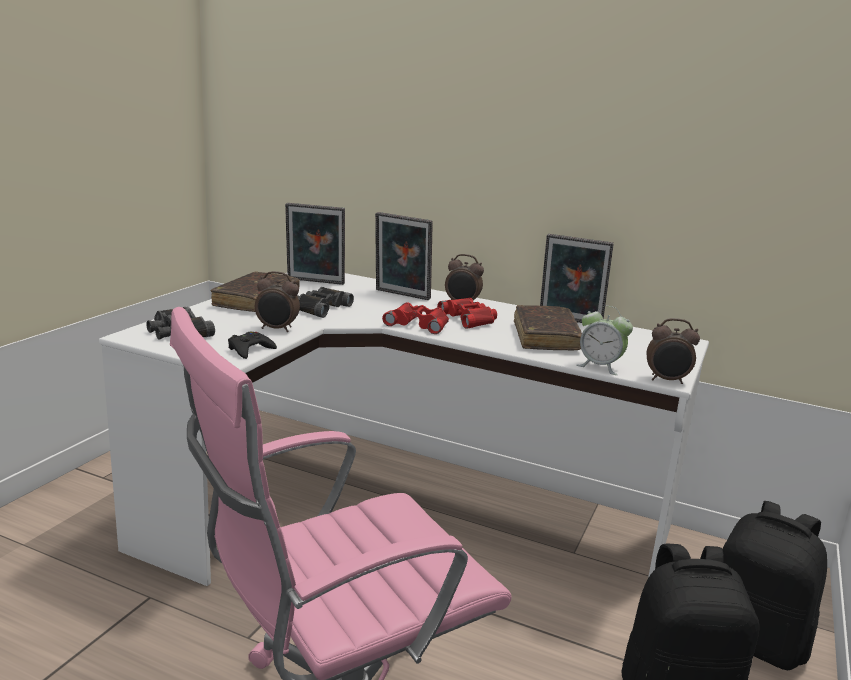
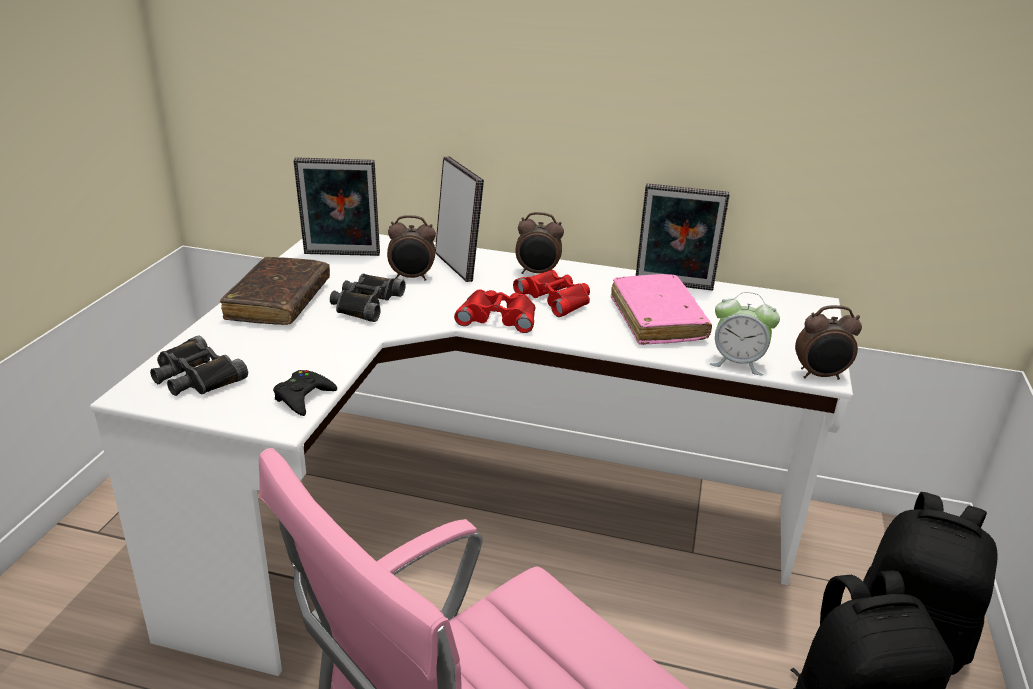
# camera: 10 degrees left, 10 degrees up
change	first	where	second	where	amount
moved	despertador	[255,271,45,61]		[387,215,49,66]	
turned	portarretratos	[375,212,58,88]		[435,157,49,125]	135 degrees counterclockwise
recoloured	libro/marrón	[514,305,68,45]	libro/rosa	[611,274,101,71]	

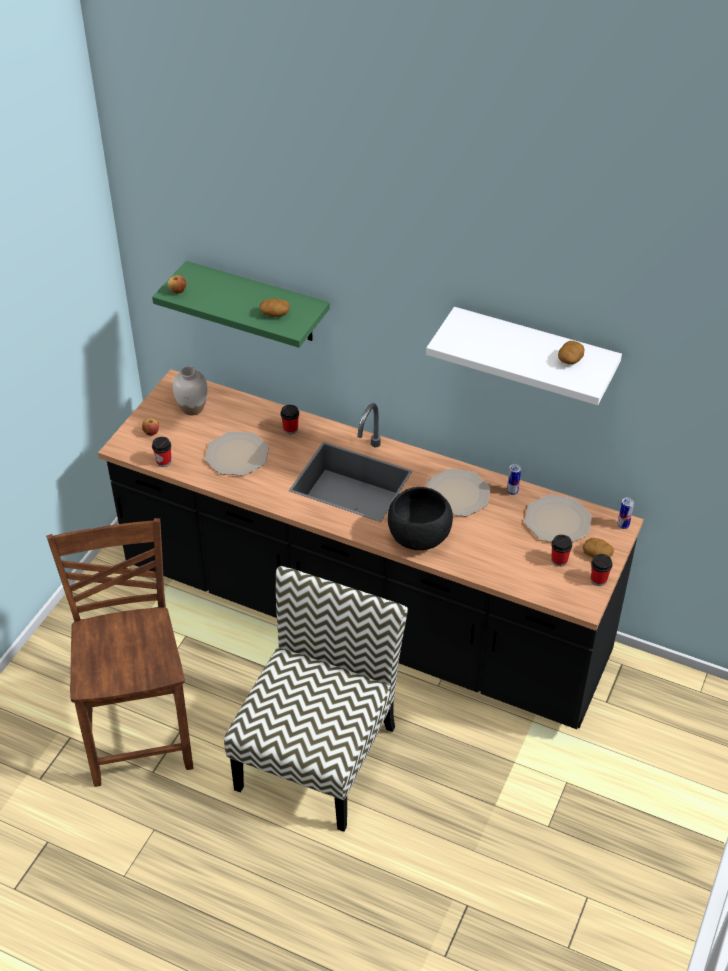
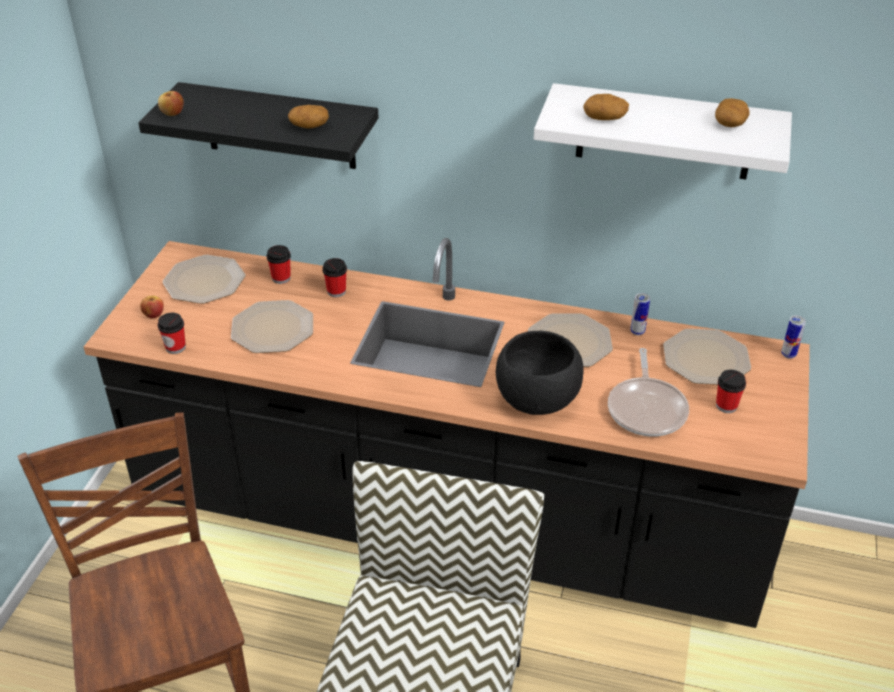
# camera: 10 degrees left, 5 degrees down
change	first	where	second	where	amount
recoloured	estante/verde	[152,261,178,87]	estante/negro	[138,82,241,87]	
replaced	florero/blanco	[173,366,35,49]	plato	[163,255,82,49]	
moved	taza	[591,554,21,32]		[267,245,24,39]	
moved	patata	[582,538,32,20]		[583,94,46,26]	
added			sartén	[608,348,81,89]	

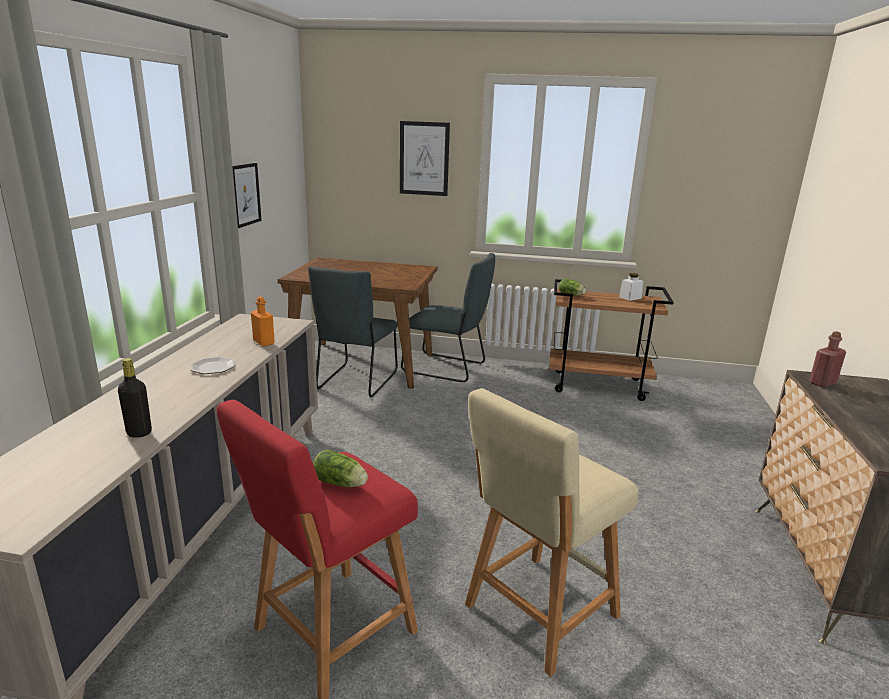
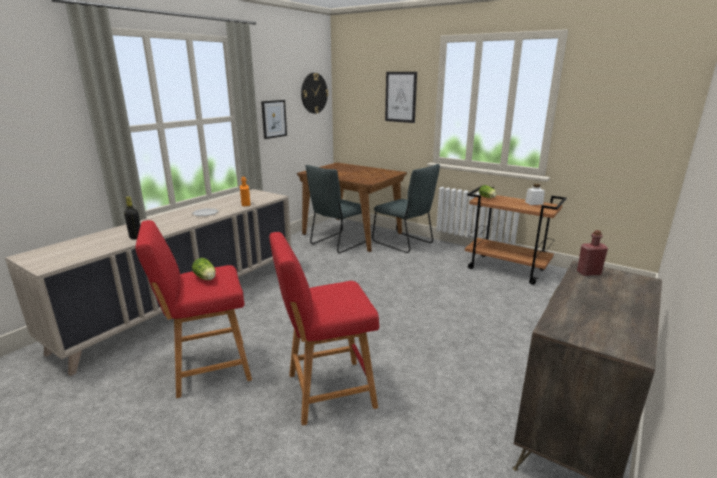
# camera: 25 degrees right, 0 degrees up
change	first	where	second	where	amount
recoloured	taburete/beis	[465,388,174,289]	taburete/rojo	[269,232,110,194]	
added			reloj de pared	[301,73,27,41]	

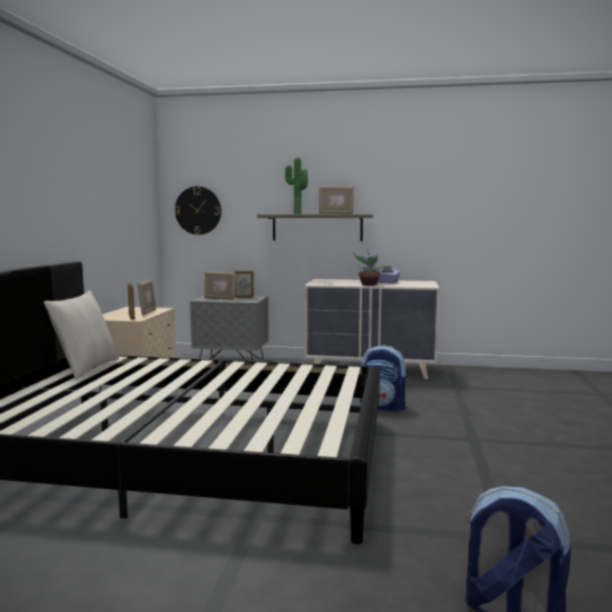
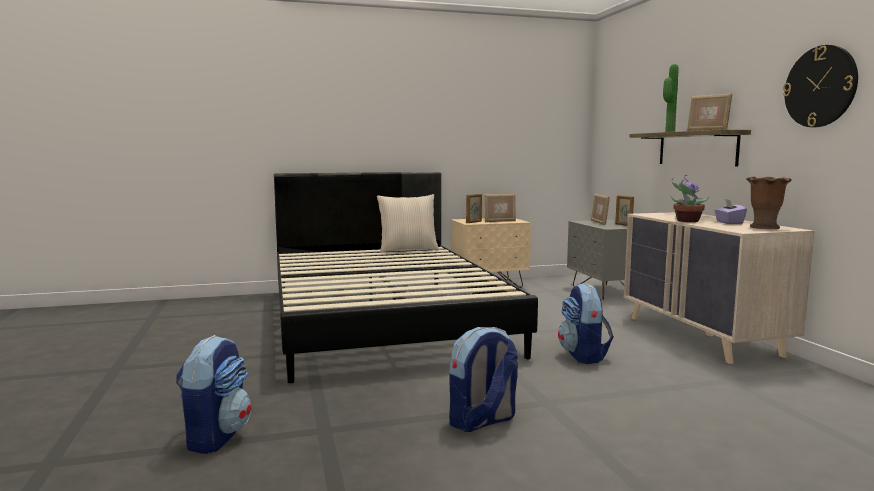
# camera: 65 degrees right, 0 degrees up
change	first	where	second	where	amount
added			mochila	[449,327,69,105]	
added			florero/marrón	[746,176,46,53]	
moved	reloj de pared	[175,186,46,49]		[783,45,75,82]	

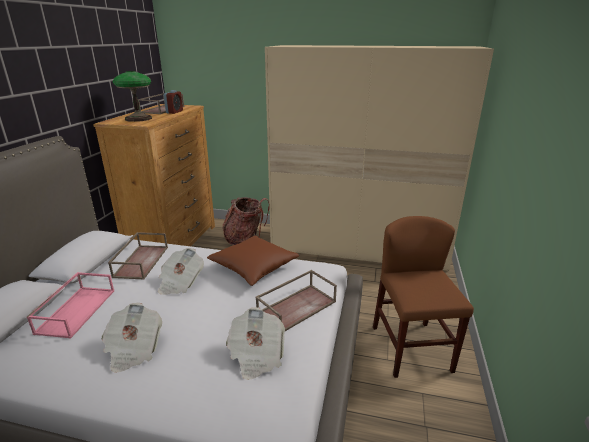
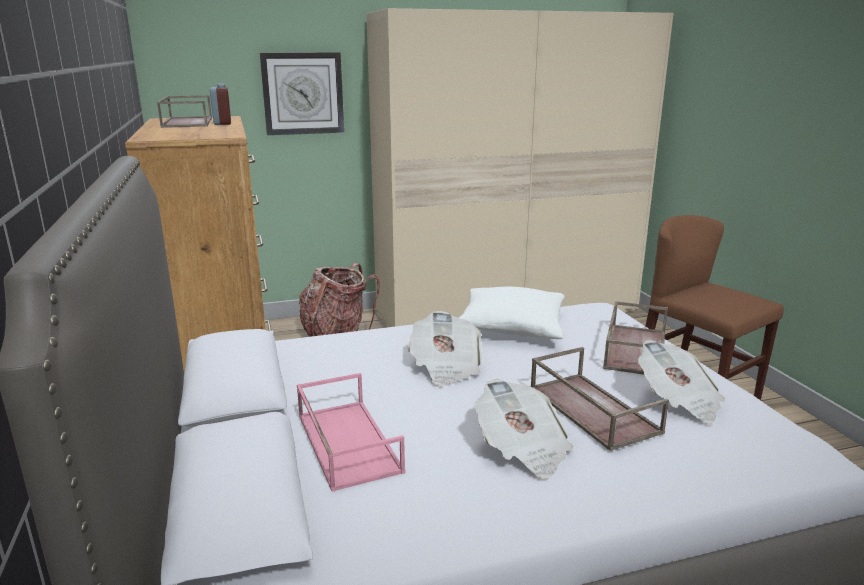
# camera: 30 degrees left, 5 degrees down
change	first	where	second	where	amount
added			reloj de pared	[260,52,84,83]	
recoloured	cojín/marrón	[207,236,92,50]	cojín/blanco	[459,287,106,52]	
moved	bandeja/marrón	[108,232,60,48]		[530,347,139,104]	
removed	lámpara de mesa	[113,71,39,51]			

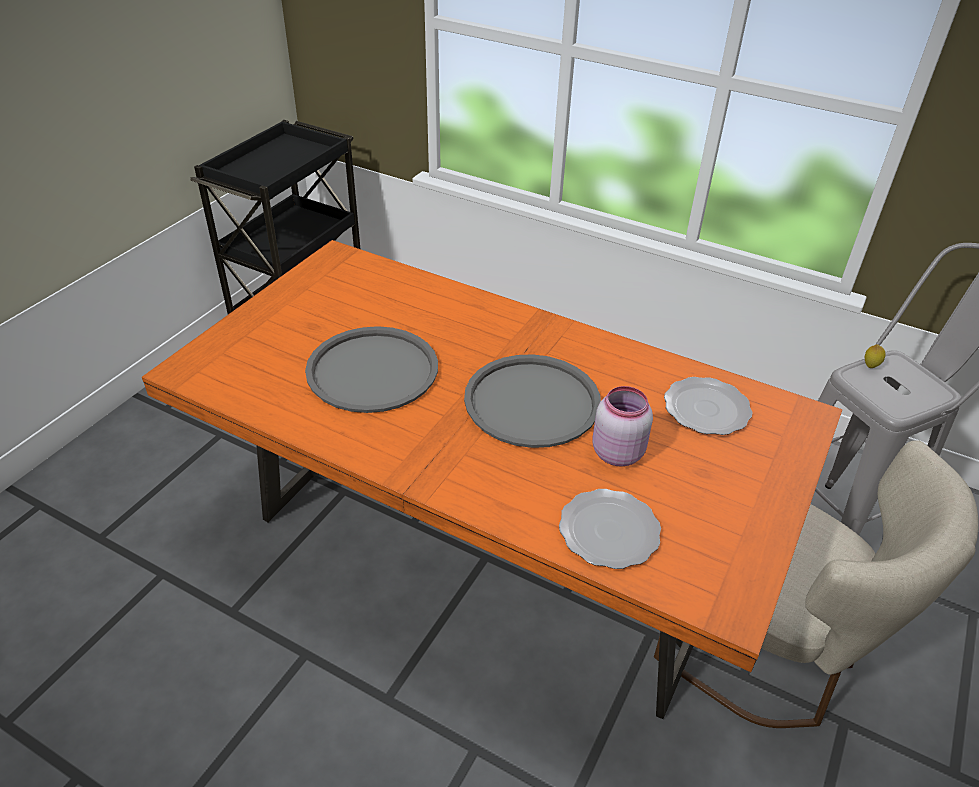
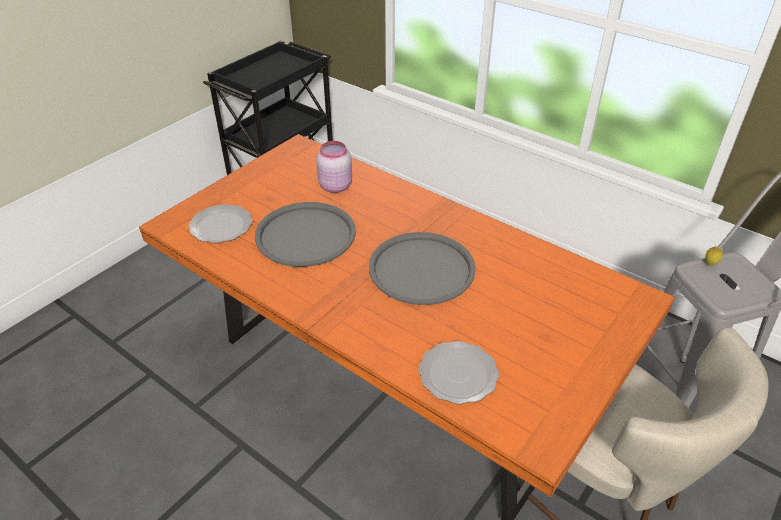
# camera: 10 degrees right, 0 degrees up
change	first	where	second	where	amount
moved	plato	[664,377,88,58]		[188,204,65,39]	
moved	tarro/rosa	[593,386,60,81]		[316,141,36,52]	

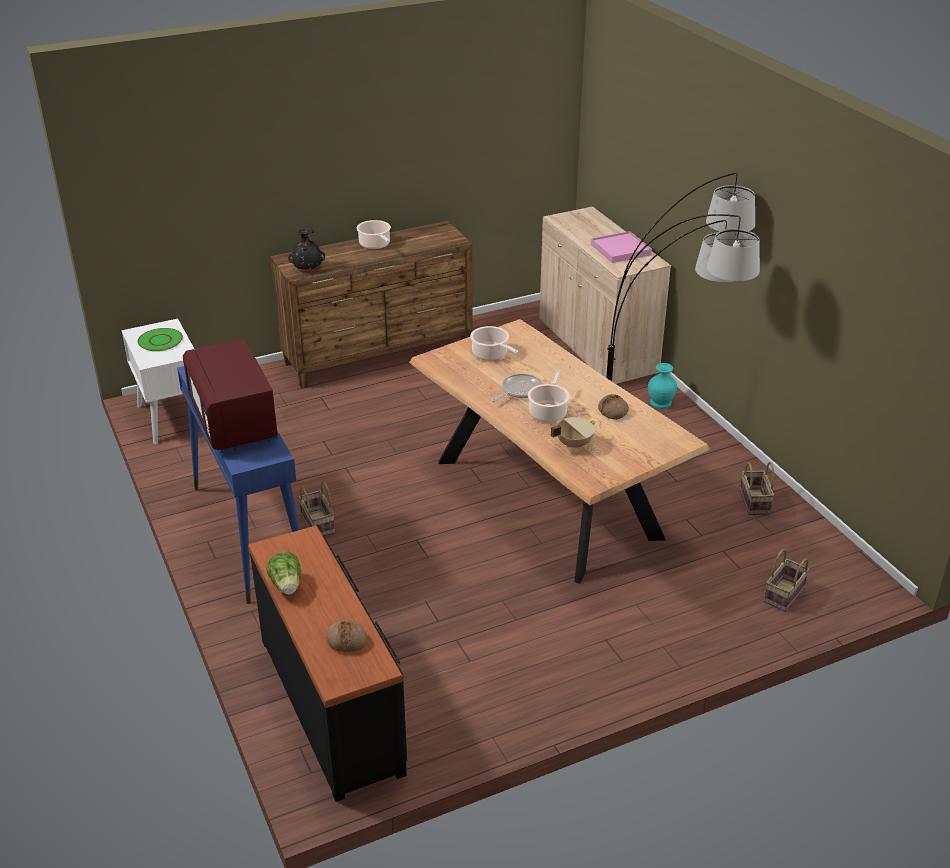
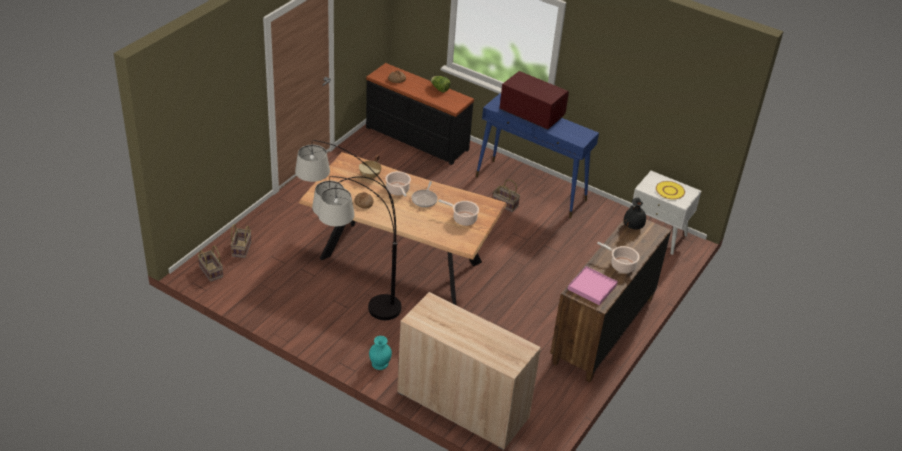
# camera: 145 degrees right, 5 degrees up
change	first	where	second	where	amount
moved	cesta	[740,462,34,53]		[198,246,25,36]	
moved	bandeja/rosa	[591,231,61,32]		[568,266,50,39]	
recoloured	plato/verde	[137,328,46,23]	plato/amarillo	[656,181,29,19]	

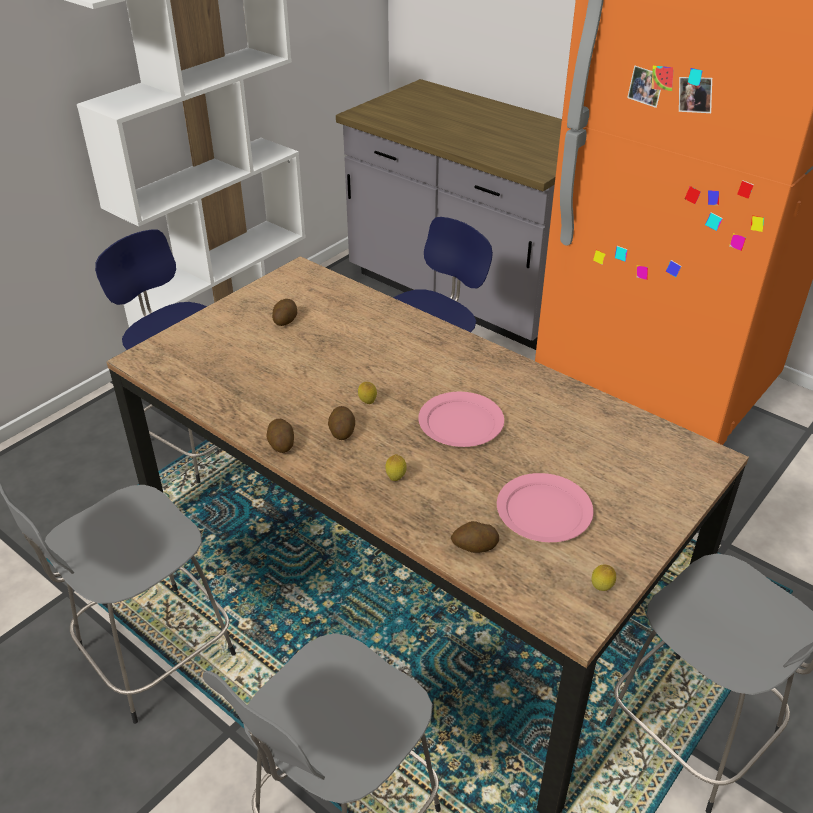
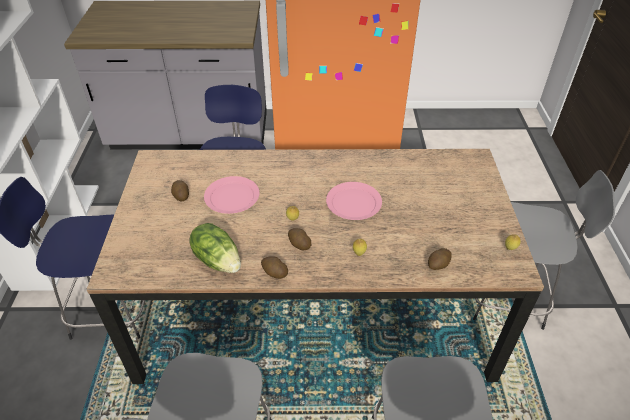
# camera: 40 degrees left, 5 degrees up
change	first	where	second	where	amount
added			lechuga	[190,223,51,50]	
moved	plato/rosa	[497,473,96,69]		[204,176,56,38]	

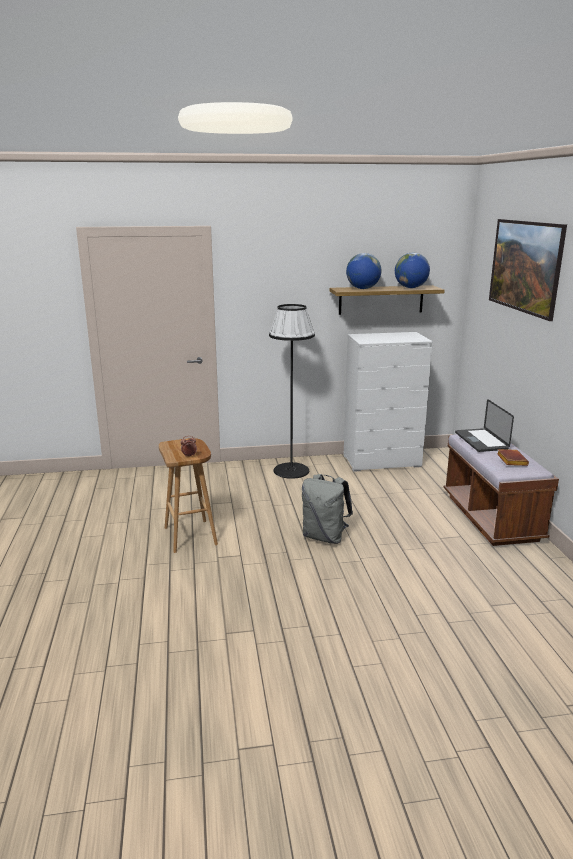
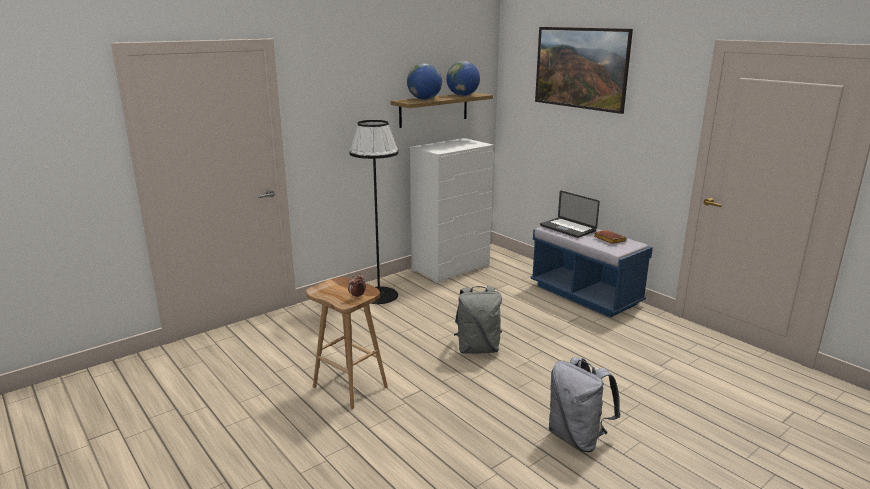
# camera: 30 degrees left, 0 degrees up
change	first	where	second	where	amount
recoloured	banco/marrón	[443,434,116,112]	banco/azul	[530,226,123,92]	
added			mochila/gris	[549,357,71,95]	

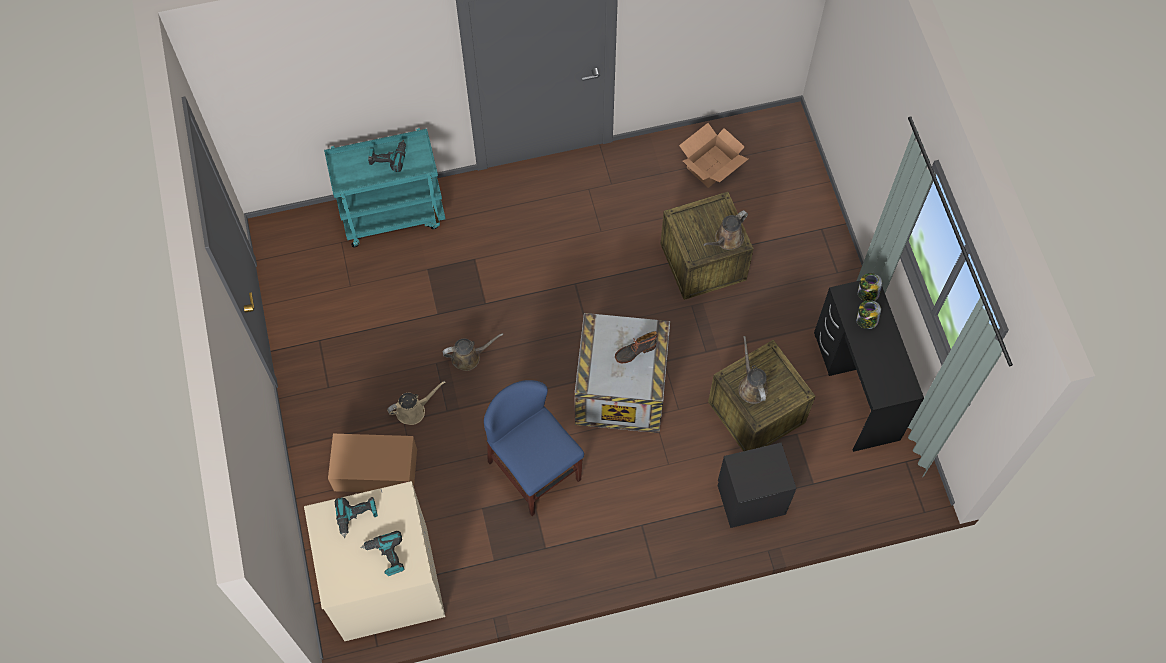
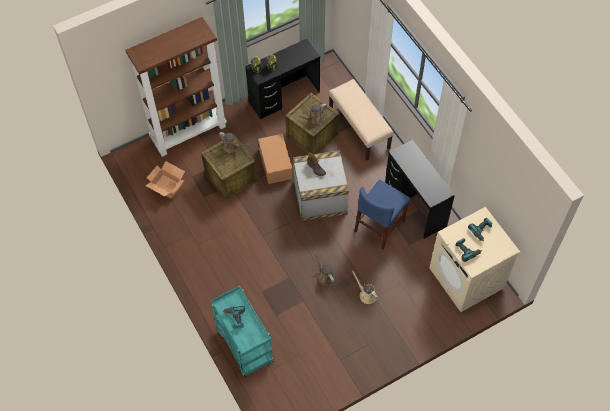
# camera: 105 degrees left, 5 degrees down
change	first	where	second	where	amount
added			estantería/marrón	[125,17,102,140]	
moved	caja de cartón	[328,434,89,58]		[258,134,35,50]	
replaced	mesita de noche/negro	[718,442,79,86]	banco/beis	[328,79,66,81]	
added			escritorio/negro	[385,140,70,99]	

